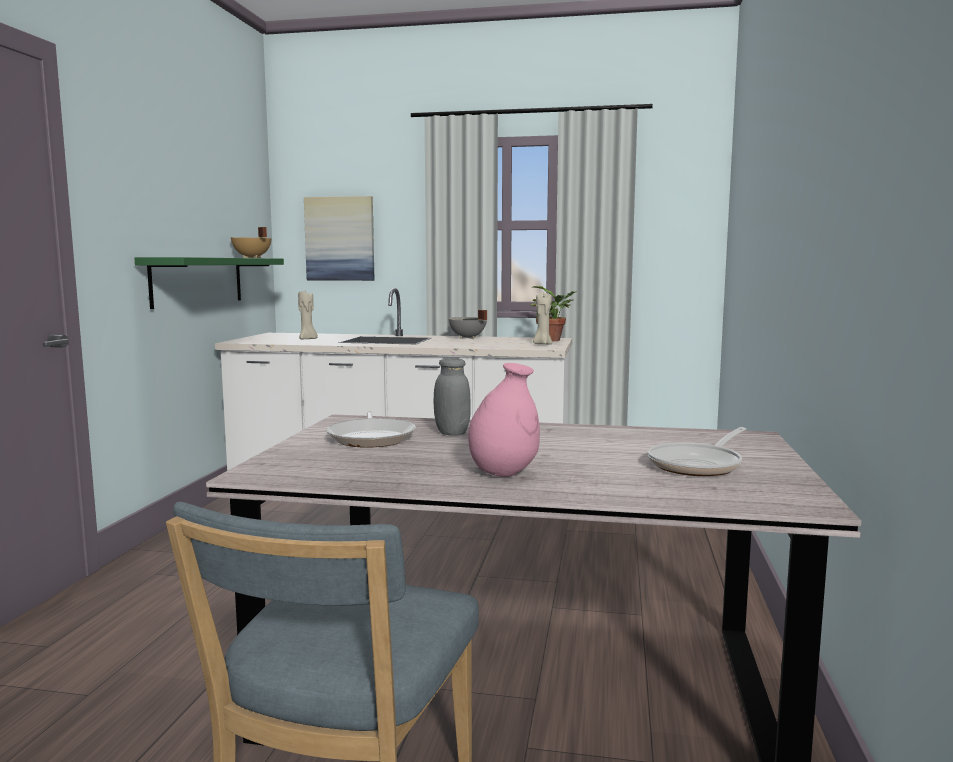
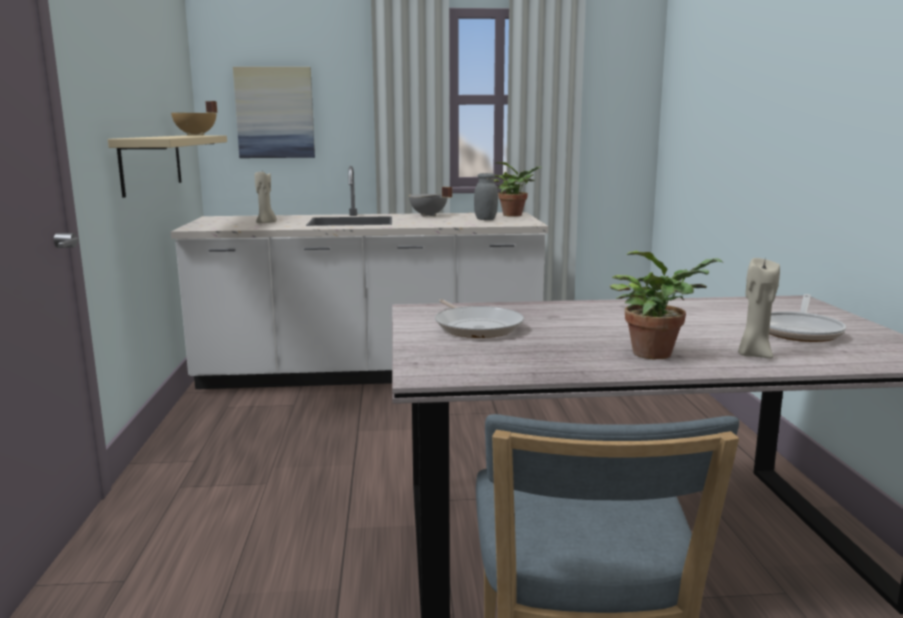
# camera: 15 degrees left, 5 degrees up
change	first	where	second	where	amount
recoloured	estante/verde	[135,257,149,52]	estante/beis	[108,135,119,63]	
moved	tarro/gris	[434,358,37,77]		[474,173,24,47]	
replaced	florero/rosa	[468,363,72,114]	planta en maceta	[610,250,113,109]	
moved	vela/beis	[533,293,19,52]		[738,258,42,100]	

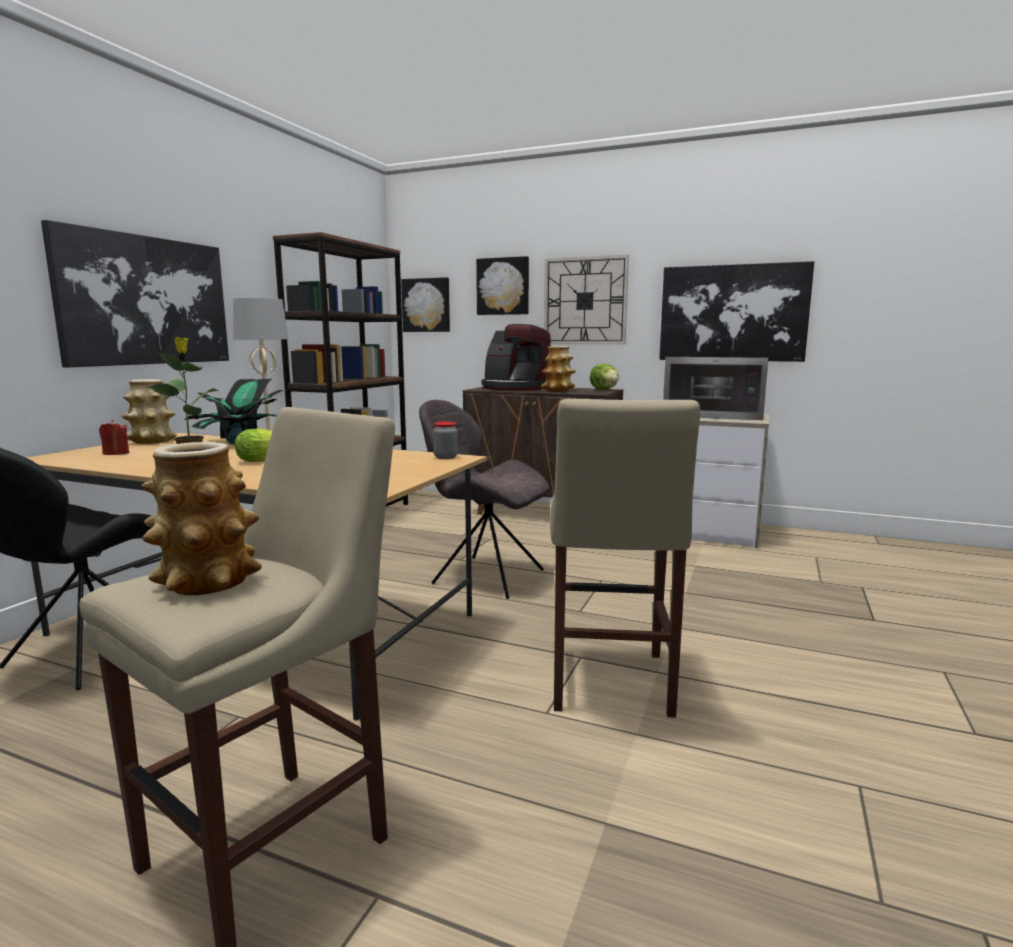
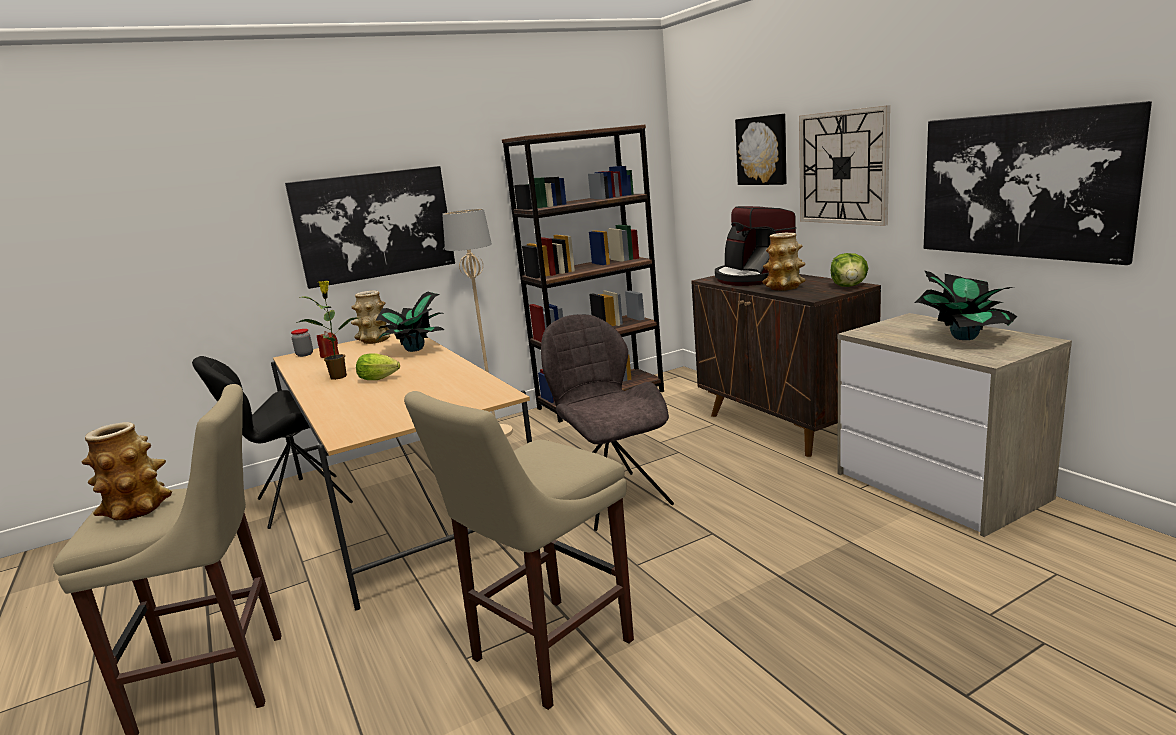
# camera: 40 degrees right, 5 degrees up
change	first	where	second	where	amount
moved	tarro	[433,421,25,38]		[291,329,22,28]	
replaced	microondas	[663,357,105,63]	planta en maceta	[915,271,102,69]	
removed	cuadro	[401,277,49,55]			

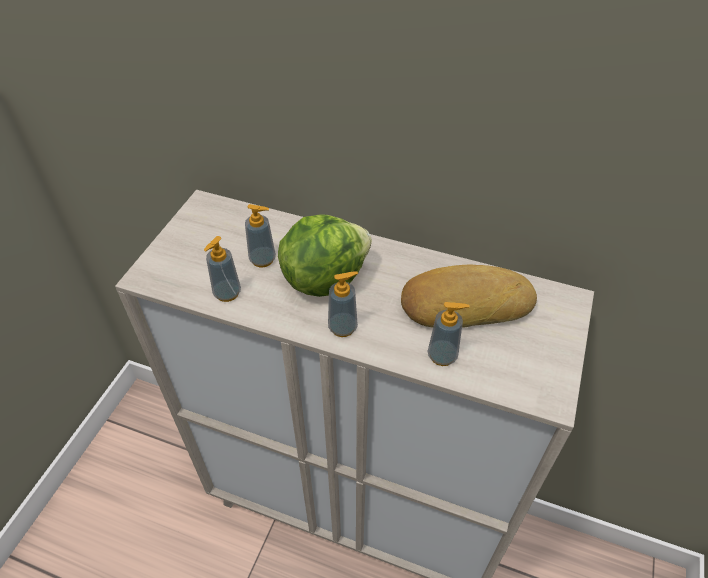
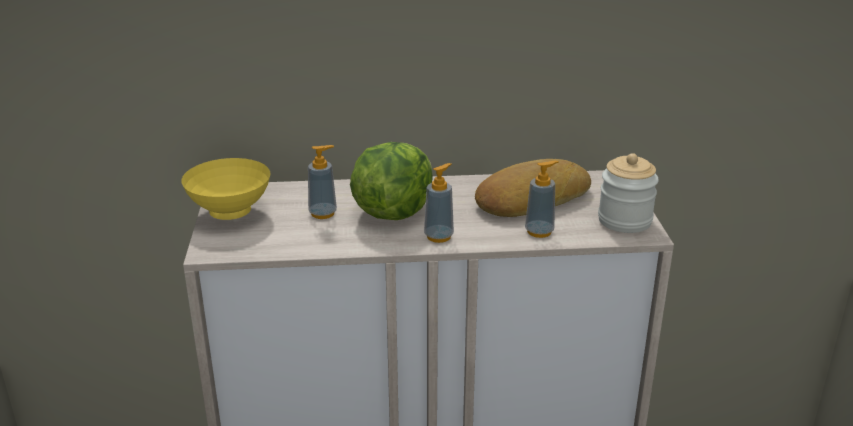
# camera: 25 degrees left, 20 degrees down
change	first	where	second	where	amount
added			cuenco/amarillo	[181,158,90,62]	
added			tarro	[598,153,61,80]	
removed	dispensador de jabón	[204,236,37,66]			

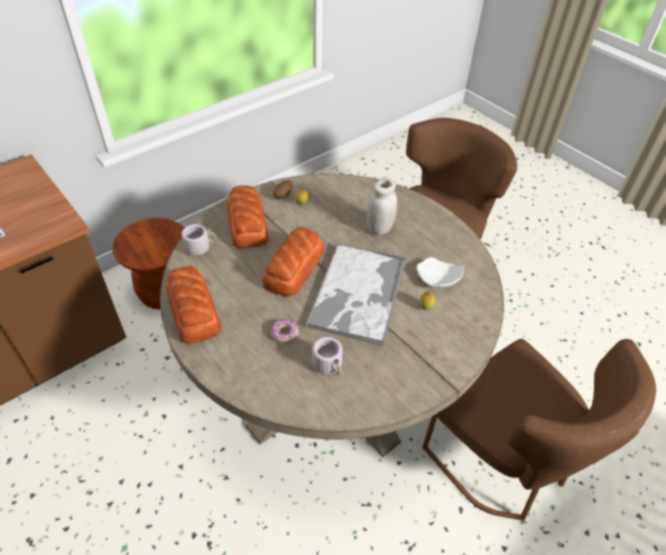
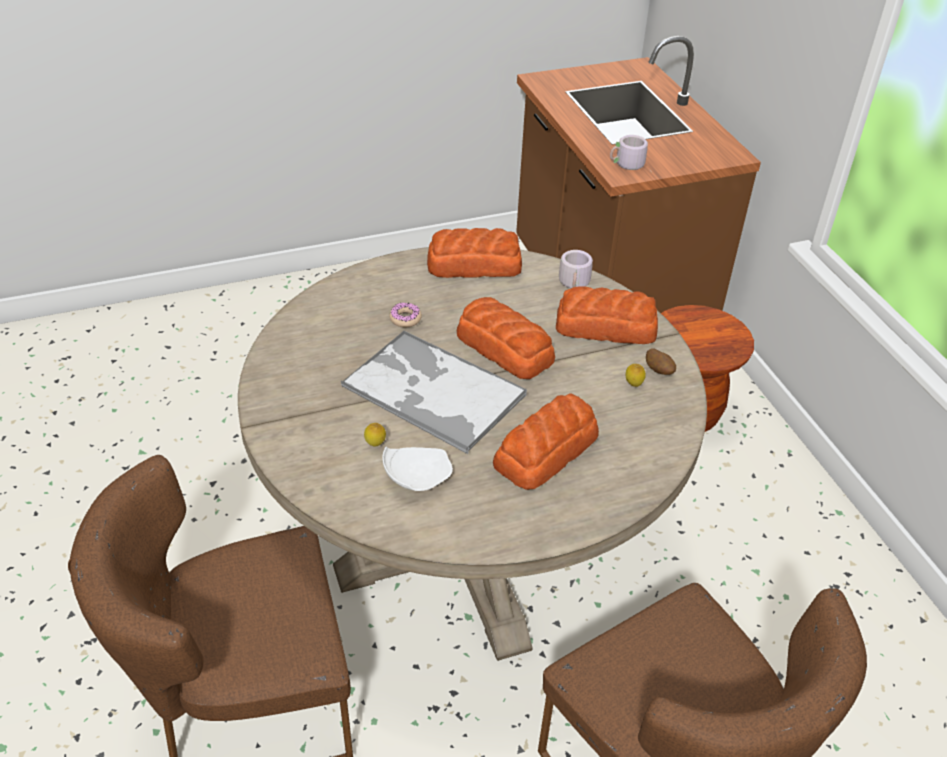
# camera: 110 degrees right, 5 degrees down
change	first	where	second	where	amount
replaced	tarro/blanco	[367,178,30,58]	pan	[493,393,106,97]	
moved	taza grande/gris	[312,337,30,38]		[610,135,41,36]	

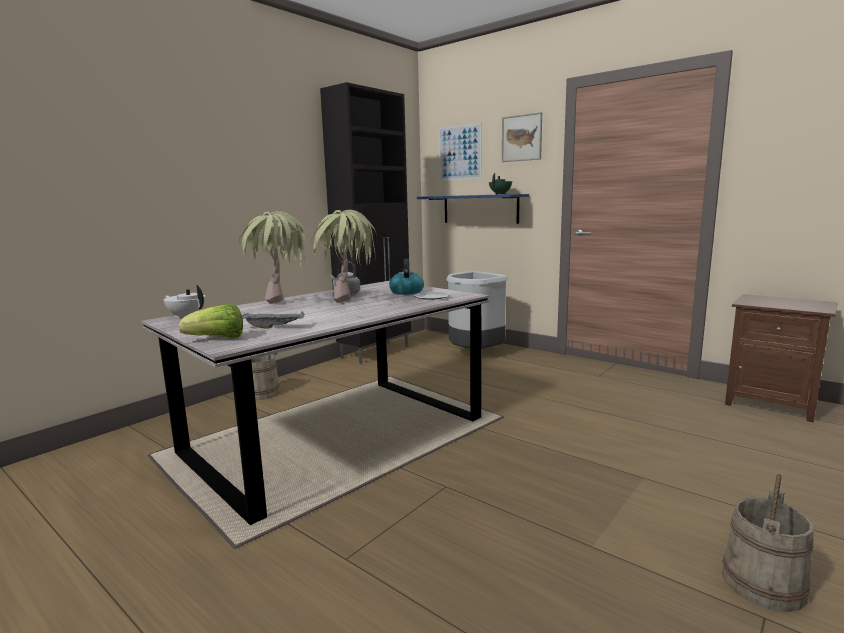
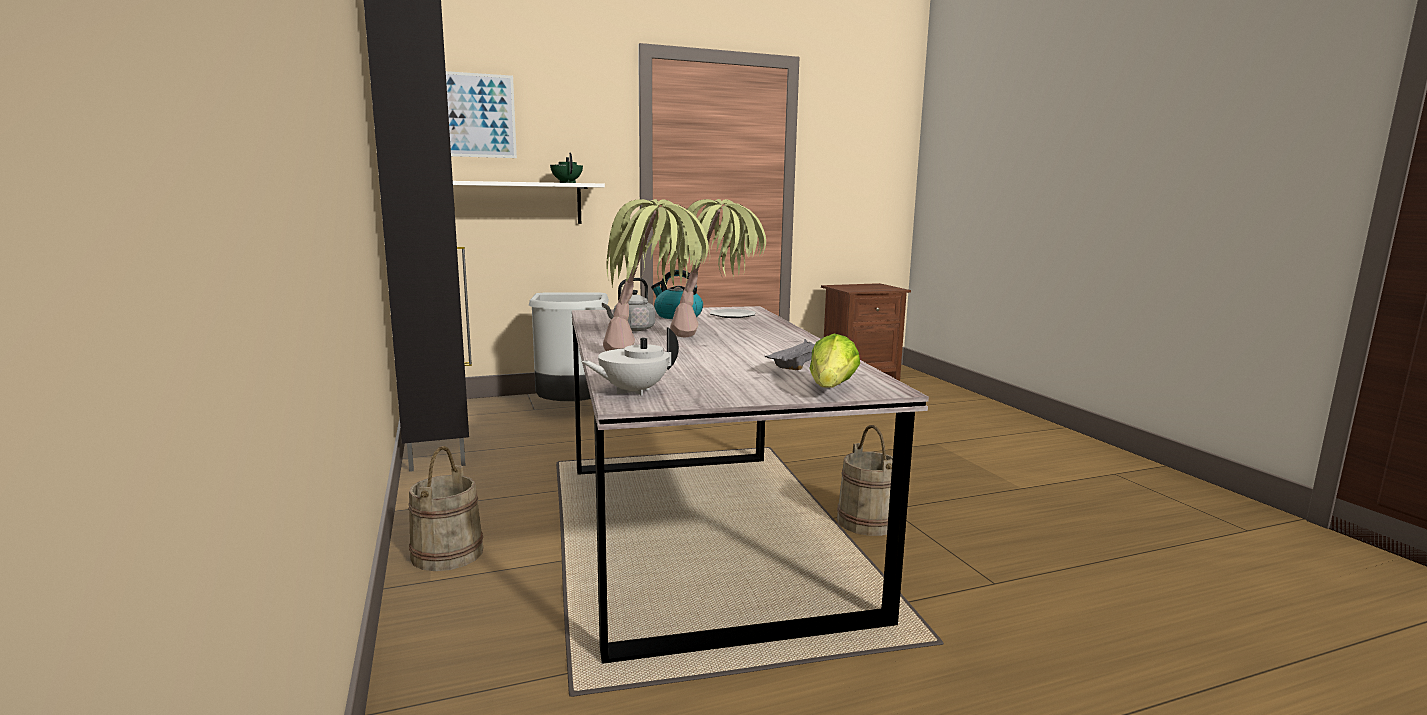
# camera: 60 degrees left, 0 degrees up
change	first	where	second	where	amount
recoloured	estante/azul	[417,194,112,30]	estante/blanco	[453,181,152,43]	
moved	cubo/beis	[722,474,92,138]		[837,425,56,111]	
removed	cuadro	[502,112,40,50]			

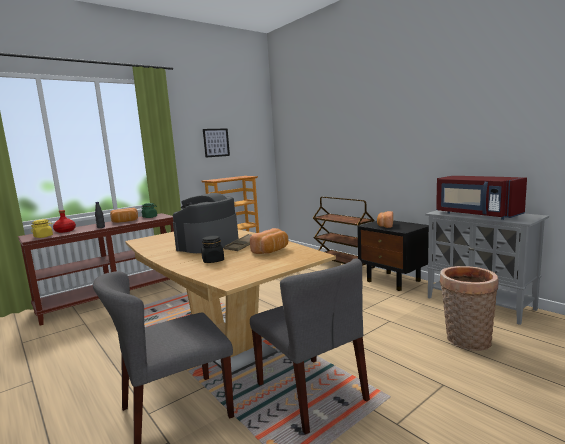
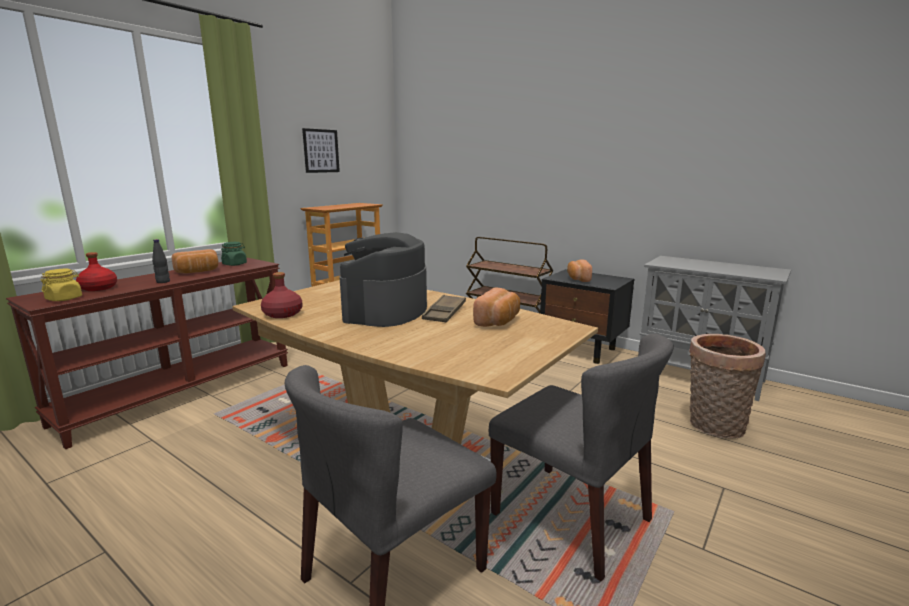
# camera: 15 degrees left, 5 degrees up
change	first	where	second	where	amount
added			botella/rojo	[261,272,42,46]	
removed	tarro/negro	[201,236,23,27]			
removed	microondas/rojo	[436,176,91,44]			

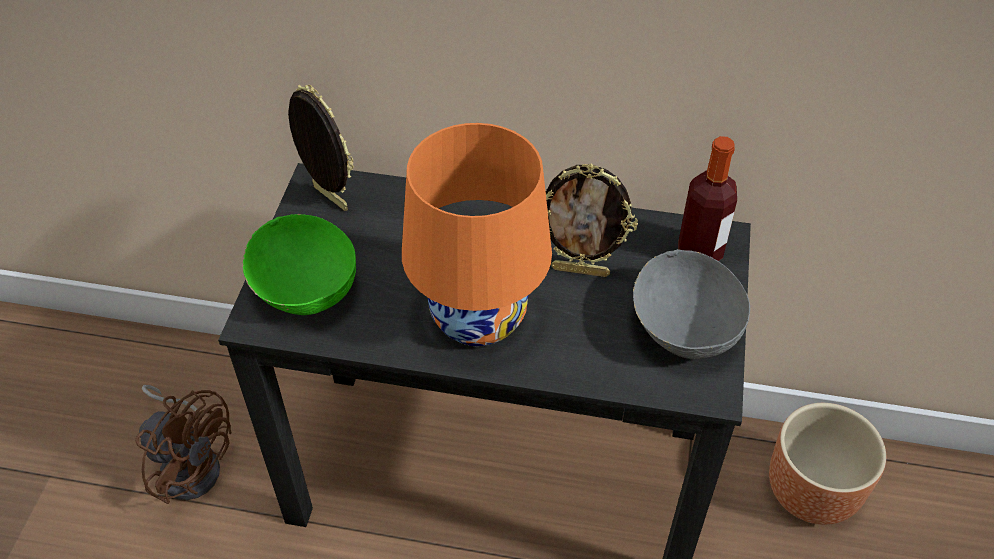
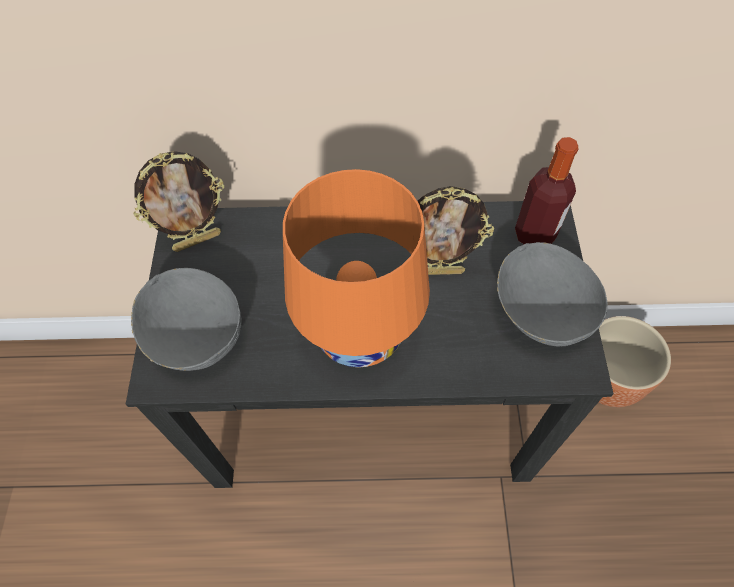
# camera: 10 degrees left, 10 degrees up
change	first	where	second	where	amount
recoloured	cuenco/verde	[242,214,114,101]	cuenco/gris	[131,268,110,103]	
turned	portarretratos	[288,85,66,126]		[133,151,91,101]	120 degrees clockwise
removed	ventilador/marrón	[135,385,96,119]			

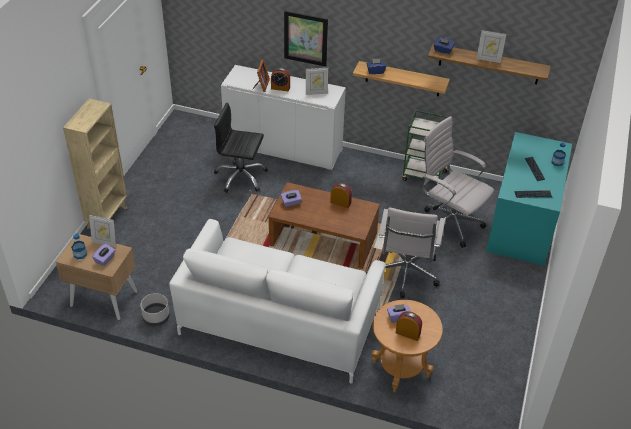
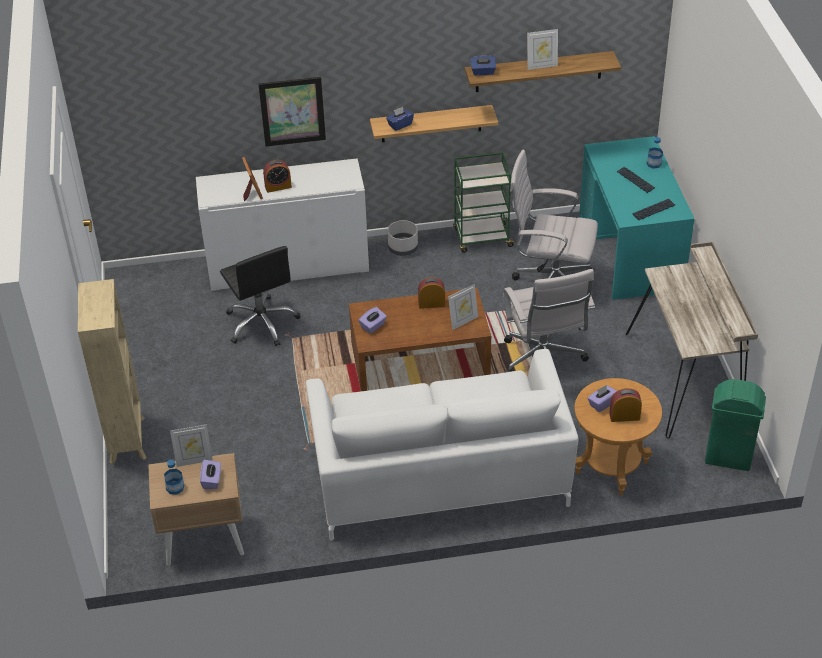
# camera: 25 degrees left, 0 degrees up
change	first	where	second	where	amount
turned	silla de oficina/negro	[214,102,54,91]		[220,246,81,100]	105 degrees counterclockwise
moved	maceta/gris	[141,293,28,33]		[388,220,30,36]	
moved	portarretratos	[306,68,22,27]		[448,284,30,46]	
added			escritorio/beis	[626,241,132,198]	
added			papelera/verde	[705,379,61,92]	

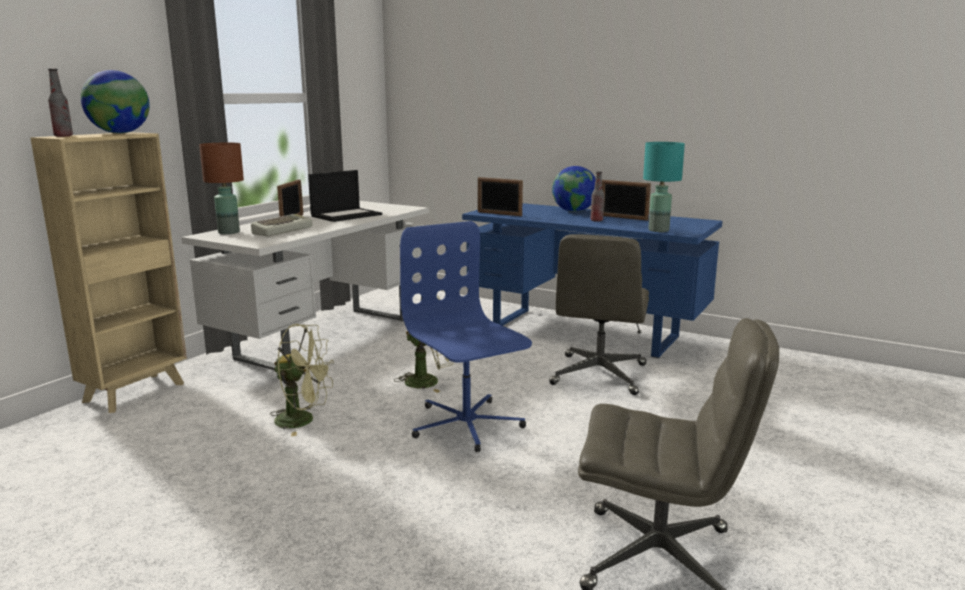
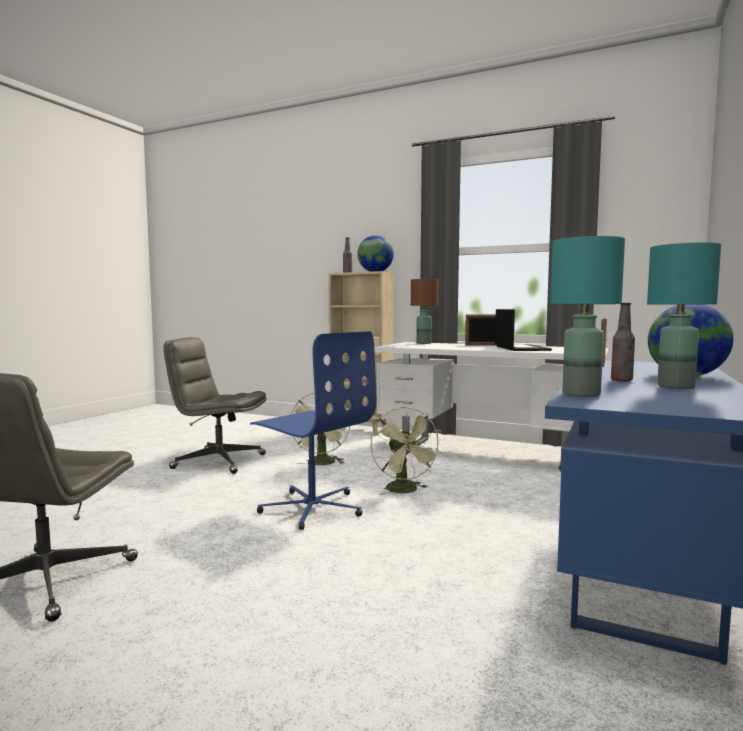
# camera: 85 degrees right, 10 degrees down
change	first	where	second	where	amount
moved	silla de oficina/gris	[549,234,100,161]		[163,337,103,137]	
turned	silla de oficina/azul	[400,221,132,231]		[250,331,126,199]	75 degrees clockwise
turned	portátil	[308,170,74,52]		[495,309,57,42]	135 degrees counterclockwise
replaced	portarretratos	[602,180,49,41]	lámpara de mesa/turquesa	[647,242,74,147]	
removed	teclado	[251,214,61,23]			

